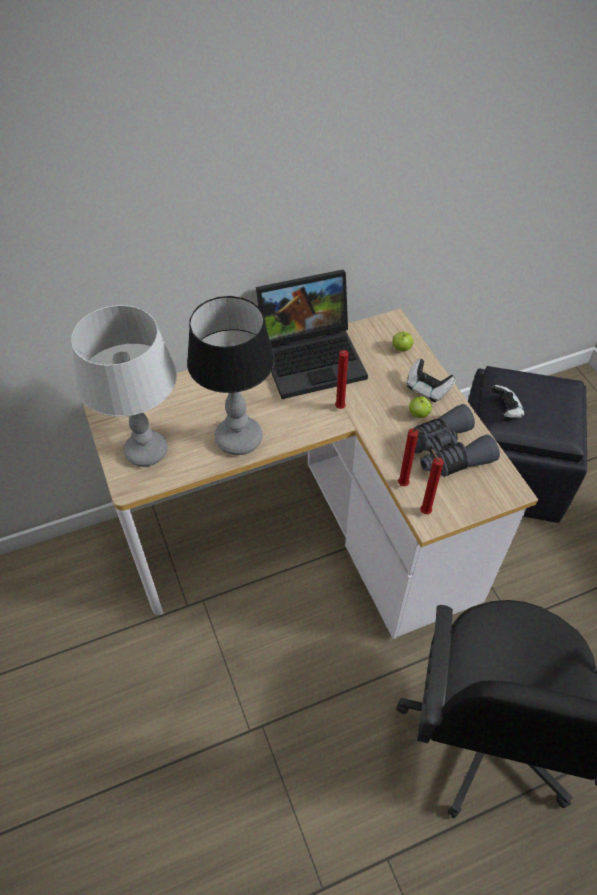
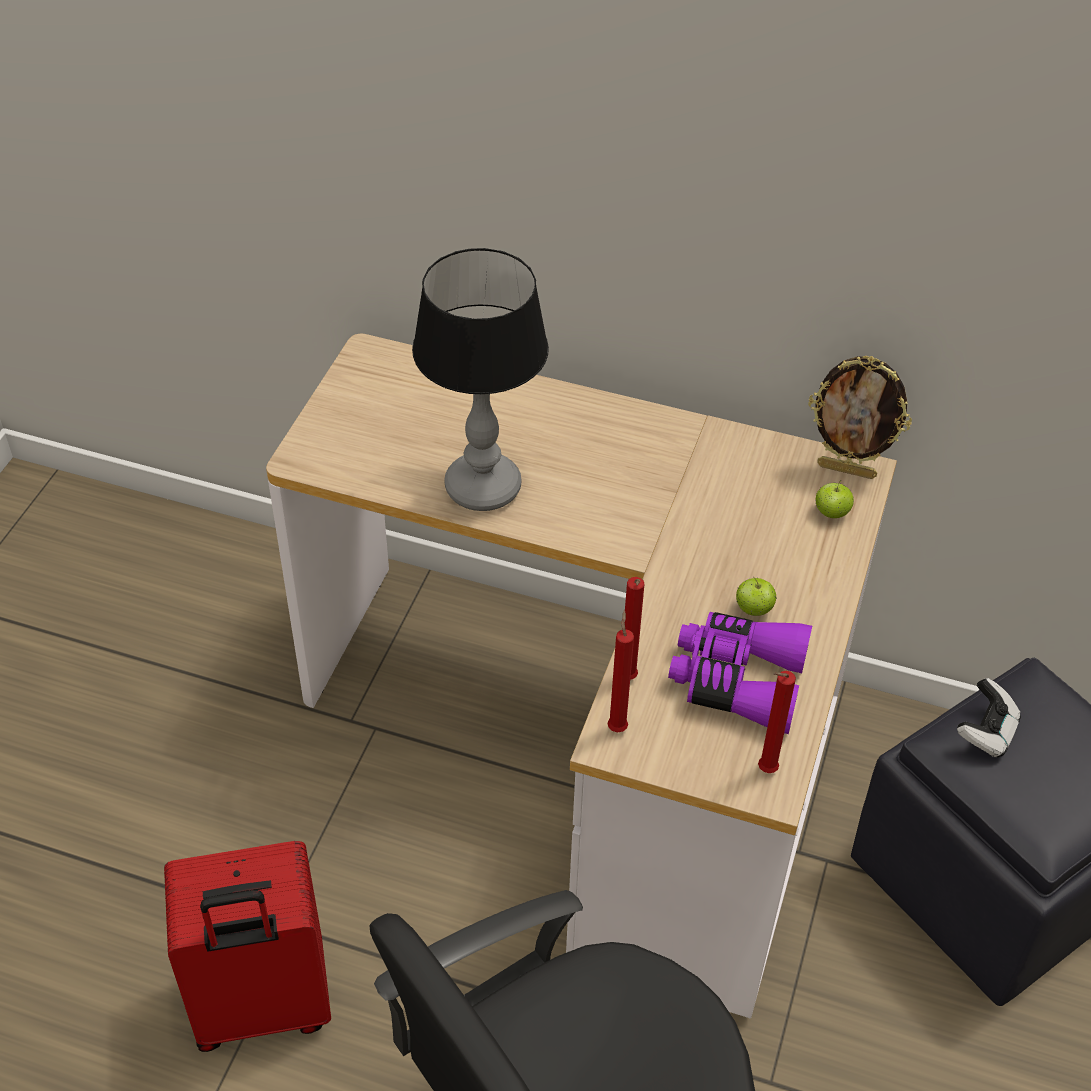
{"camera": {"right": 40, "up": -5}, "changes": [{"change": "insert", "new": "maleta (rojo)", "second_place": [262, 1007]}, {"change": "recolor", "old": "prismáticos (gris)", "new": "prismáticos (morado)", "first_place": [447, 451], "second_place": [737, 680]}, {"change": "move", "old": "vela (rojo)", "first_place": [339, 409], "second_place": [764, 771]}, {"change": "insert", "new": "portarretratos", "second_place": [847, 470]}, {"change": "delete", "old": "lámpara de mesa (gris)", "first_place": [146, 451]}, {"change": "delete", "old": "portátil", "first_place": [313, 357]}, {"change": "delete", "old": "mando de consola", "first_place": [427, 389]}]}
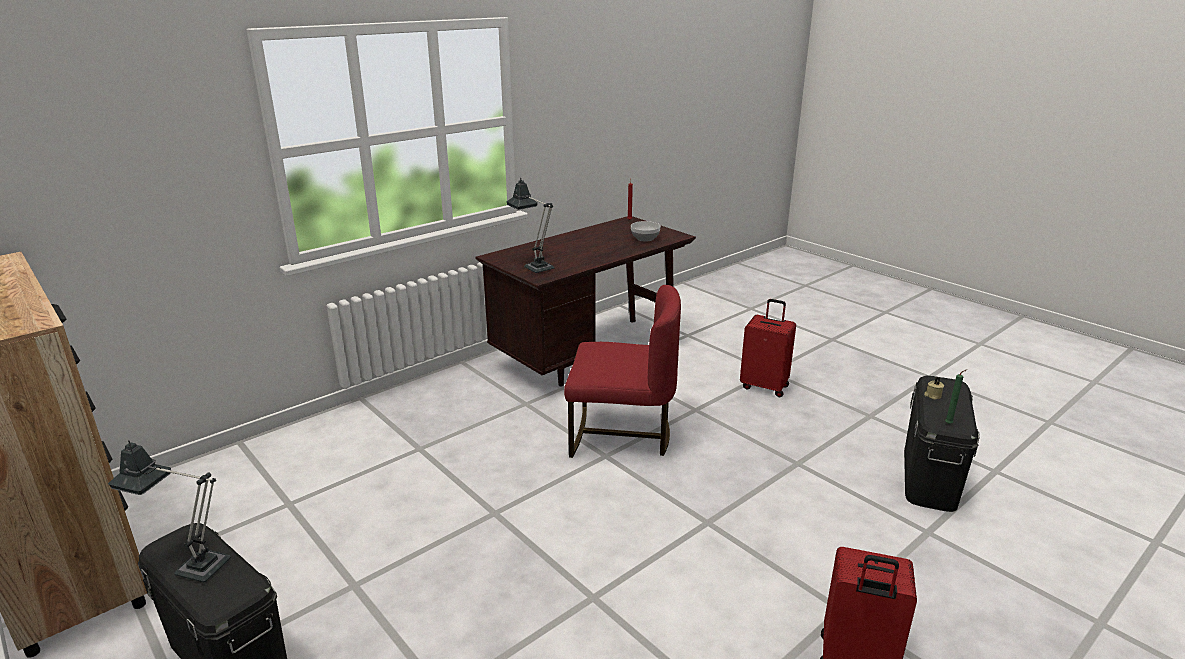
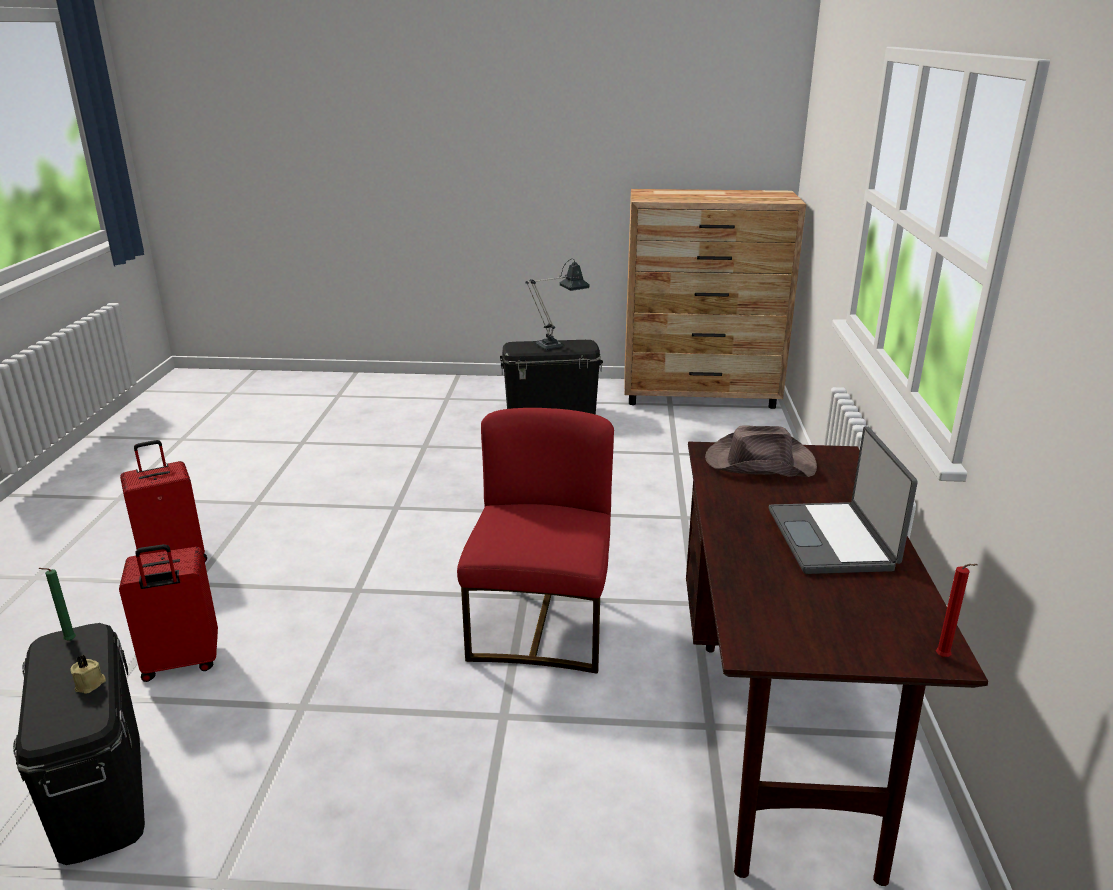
{"camera": {"right": 135, "up": 0}, "changes": [{"change": "move", "old": "maleta (rojo)", "first_place": [765, 386], "second_place": [181, 663]}, {"change": "rotate", "old": "silla (rojo)", "first_place": [621, 435], "second_place": [541, 626], "degrees": 135}, {"change": "replace", "old": "lámpara de mesa", "new": "sombrero (marrón)", "first_place": [535, 266], "second_place": [758, 462]}, {"change": "insert", "new": "portátil", "second_place": [833, 539]}, {"change": "delete", "old": "cuenco", "first_place": [644, 238]}]}
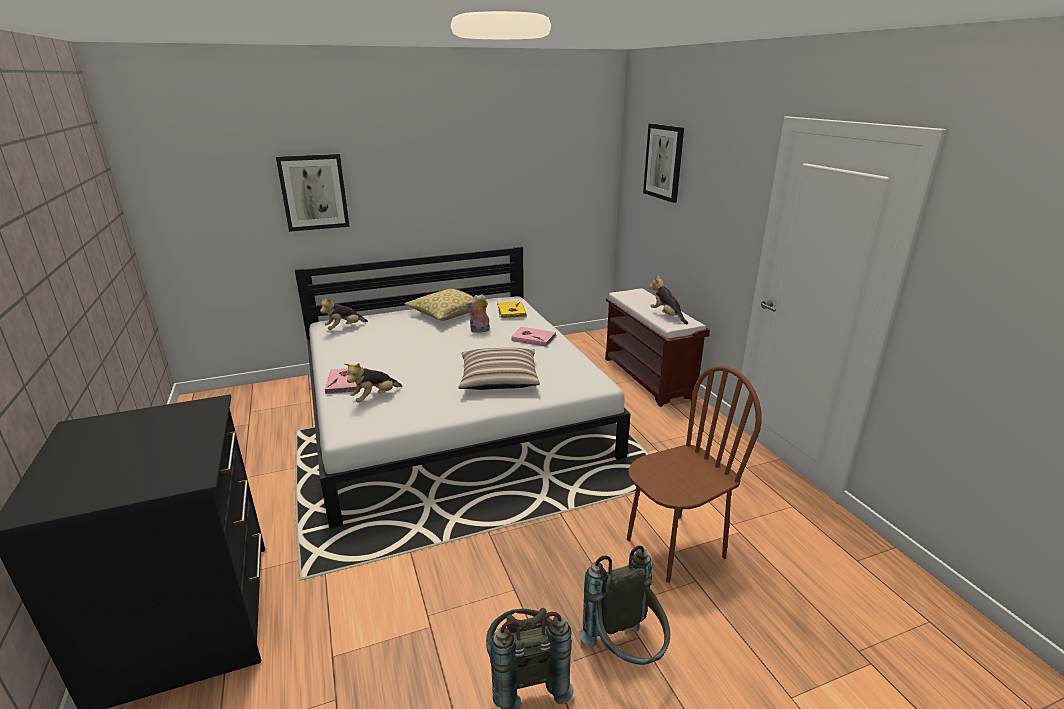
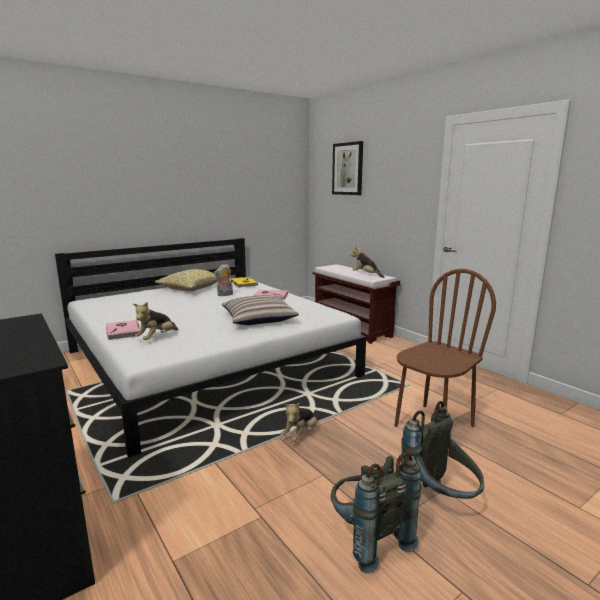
{"camera": {"right": -15, "up": -10}, "changes": [{"change": "move", "old": "peluche", "first_place": [344, 328], "second_place": [300, 435]}, {"change": "delete", "old": "cuadro", "first_place": [314, 192]}]}
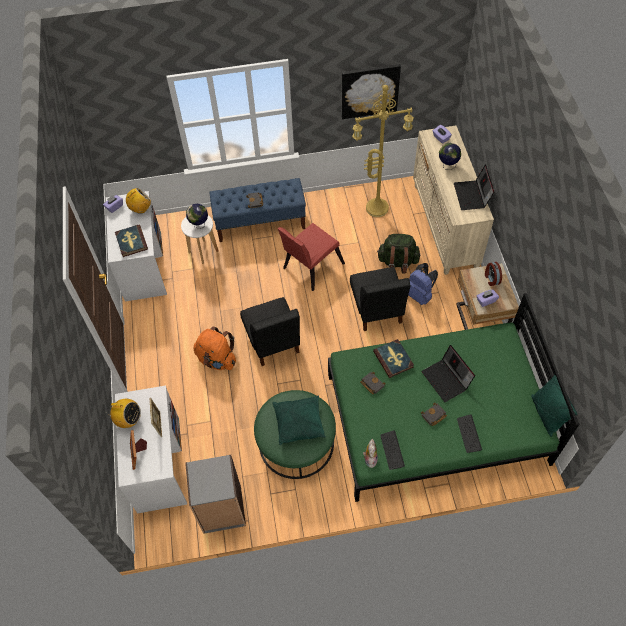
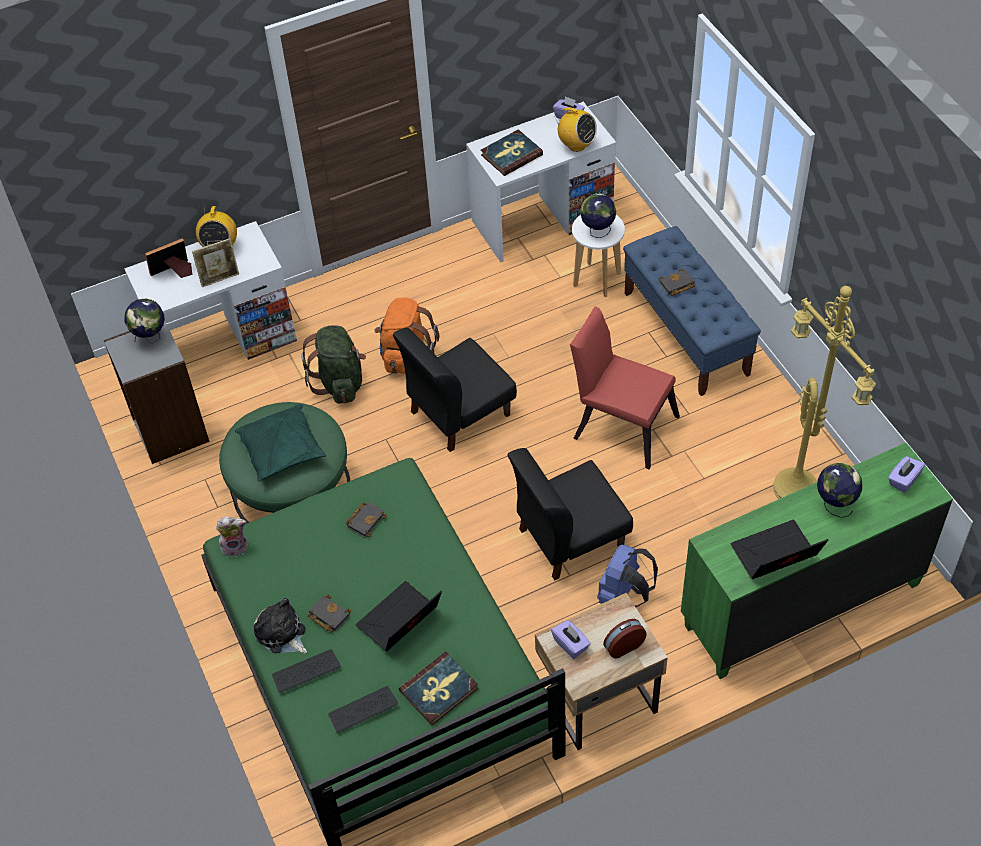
{"camera": {"right": 75, "up": -5}, "changes": [{"change": "insert", "new": "globo terráqueo", "second_place": [151, 338]}, {"change": "insert", "new": "peluche", "second_place": [282, 634]}, {"change": "move", "old": "mochila (verde)", "first_place": [397, 262], "second_place": [340, 382]}, {"change": "move", "old": "teclado", "first_place": [392, 450], "second_place": [363, 710]}, {"change": "move", "old": "libro", "first_place": [393, 359], "second_place": [439, 690]}, {"change": "recolor", "old": "cómoda (beis)", "new": "cómoda (verde)", "first_place": [444, 226], "second_place": [800, 604]}, {"change": "delete", "old": "cuadro", "first_place": [369, 91]}, {"change": "delete", "old": "cojín (verde)", "first_place": [546, 414]}]}
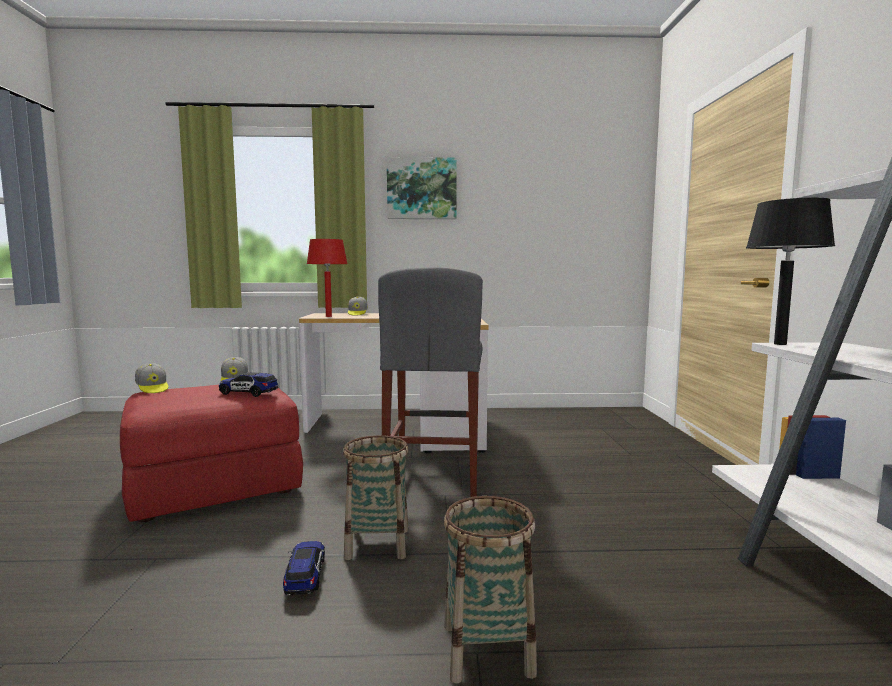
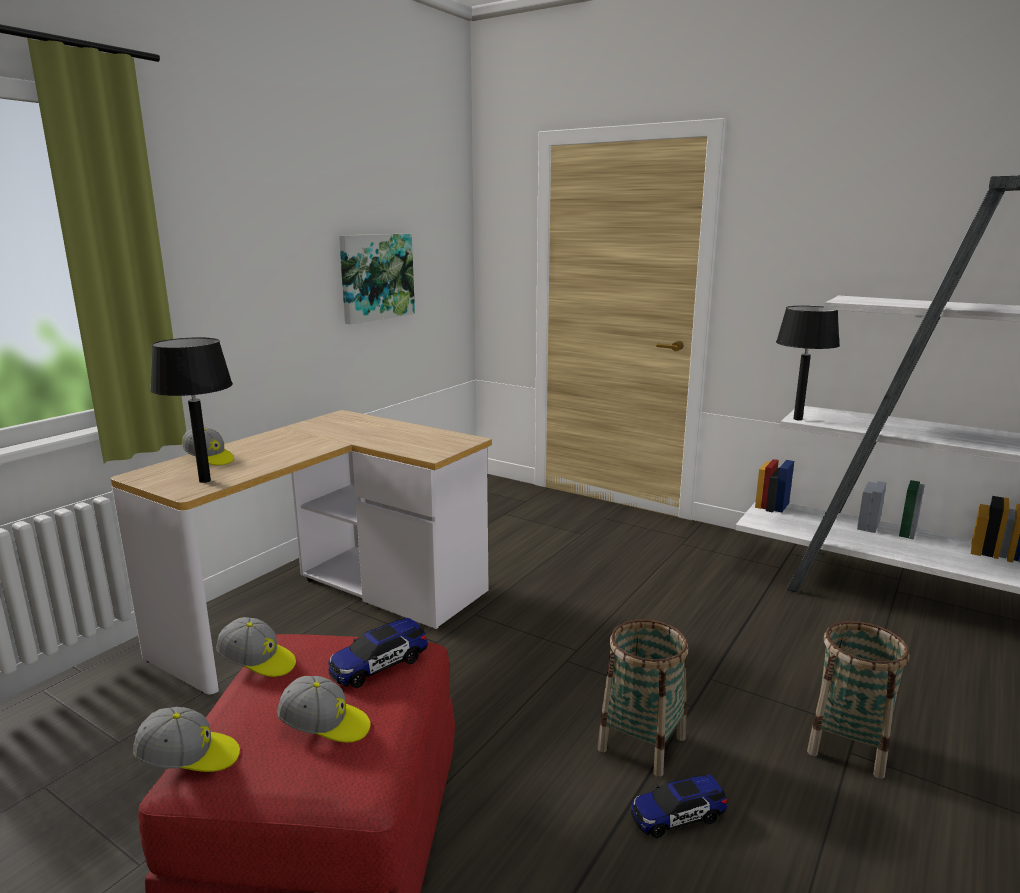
{"camera": {"right": -55, "up": 10}, "changes": [{"change": "recolor", "old": "lámpara de mesa (rojo)", "new": "lámpara de mesa (negro)", "first_place": [329, 316], "second_place": [204, 480]}, {"change": "insert", "new": "gorra", "second_place": [325, 726]}, {"change": "move", "old": "cuadro", "first_place": [421, 189], "second_place": [376, 277]}, {"change": "rotate", "old": "coche de juguete", "first_place": [305, 576], "second_place": [677, 816], "degrees": -45}, {"change": "delete", "old": "taburete (gris)", "first_place": [434, 479]}]}
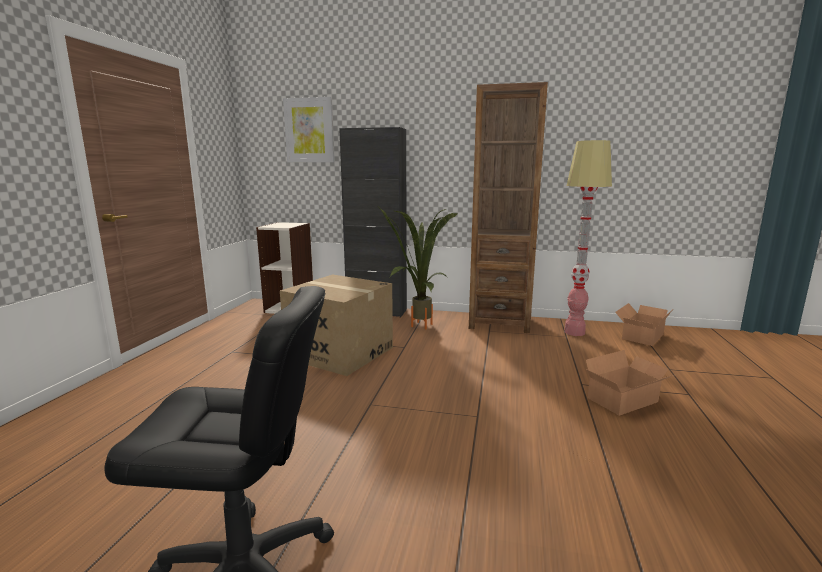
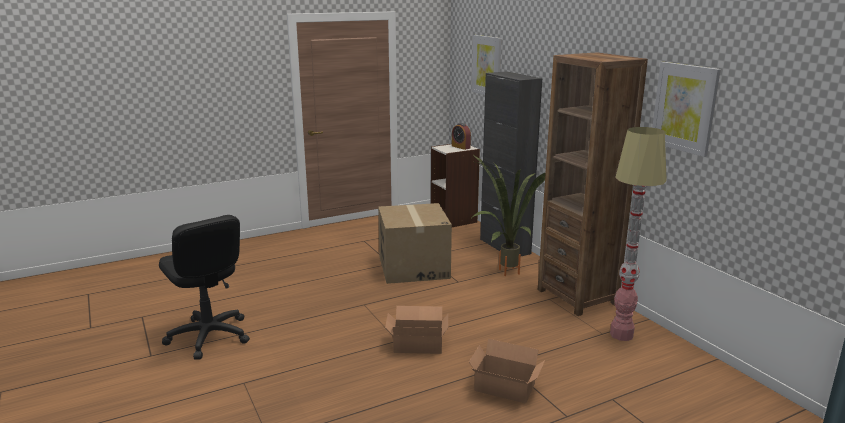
{"camera": {"right": 50, "up": 5}, "changes": [{"change": "move", "old": "caja de cartón", "first_place": [640, 336], "second_place": [417, 343]}, {"change": "insert", "new": "despertador", "second_place": [461, 147]}, {"change": "insert", "new": "cuadro", "second_place": [684, 107]}]}
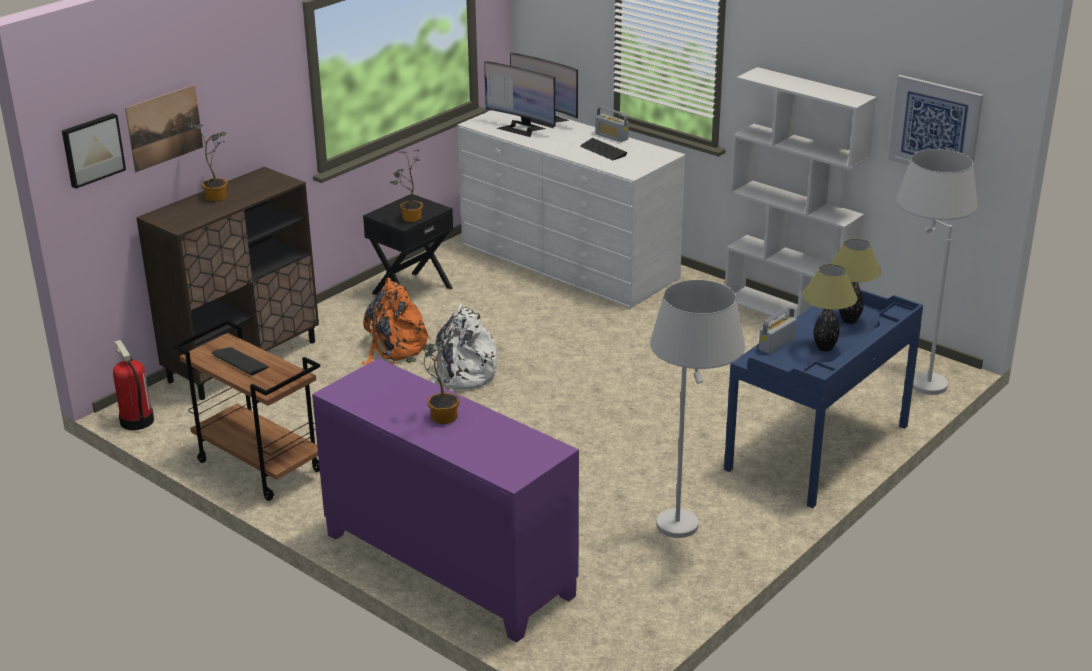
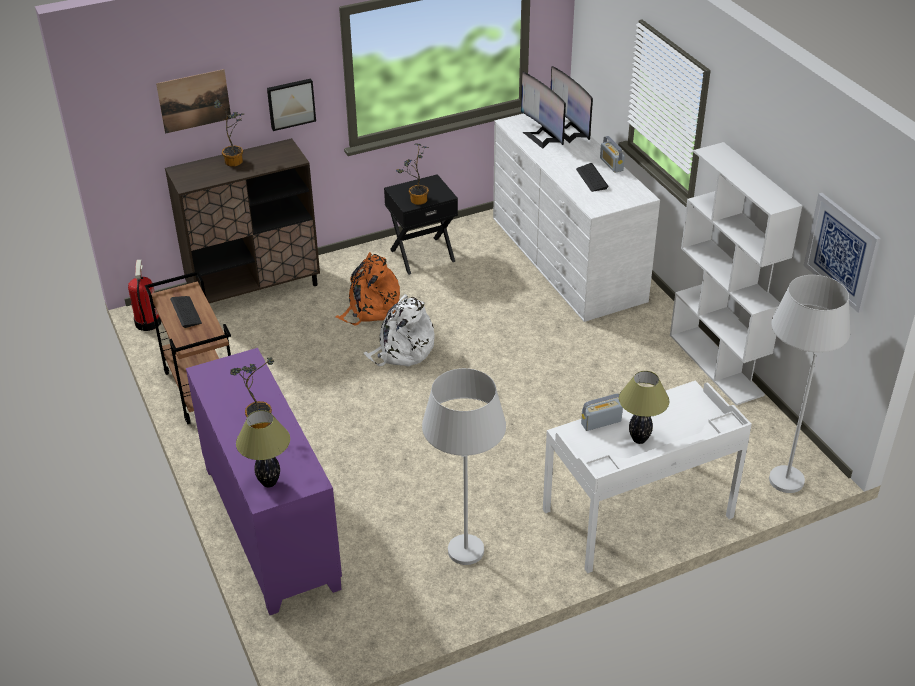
{"camera": {"right": 25, "up": 10}, "changes": [{"change": "move", "old": "lámpara de mesa", "first_place": [849, 320], "second_place": [269, 482]}, {"change": "move", "old": "cuadro", "first_place": [92, 149], "second_place": [291, 103]}, {"change": "recolor", "old": "escritorio (azul)", "new": "escritorio (blanco)", "first_place": [819, 448], "second_place": [638, 514]}]}
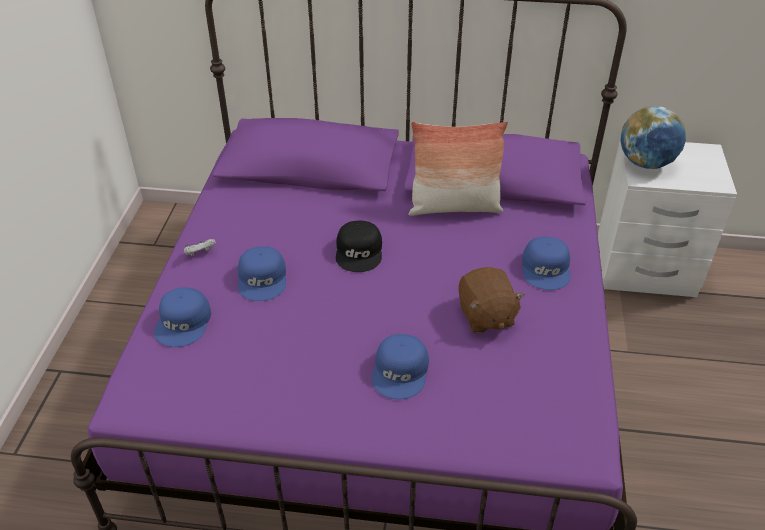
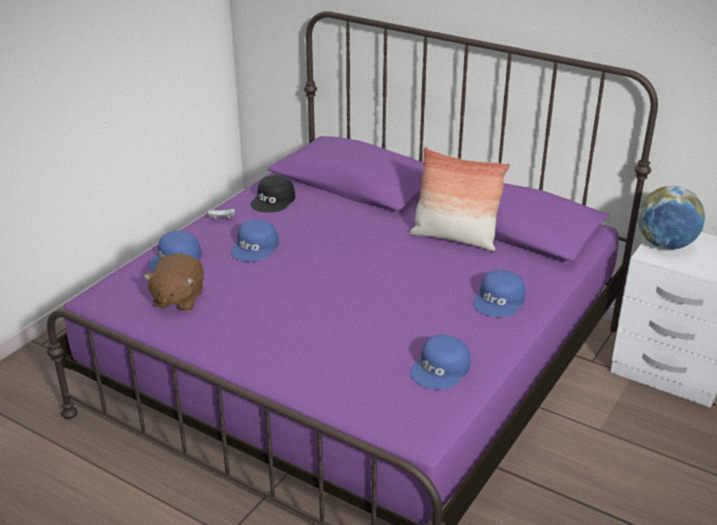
{"camera": {"right": 25, "up": -10}, "changes": [{"change": "move", "old": "peluche (marrón)", "first_place": [485, 316], "second_place": [178, 299]}, {"change": "move", "old": "gorra (negro)", "first_place": [360, 251], "second_place": [274, 201]}, {"change": "move", "old": "gorra (azul)", "first_place": [401, 371], "second_place": [441, 369]}]}
